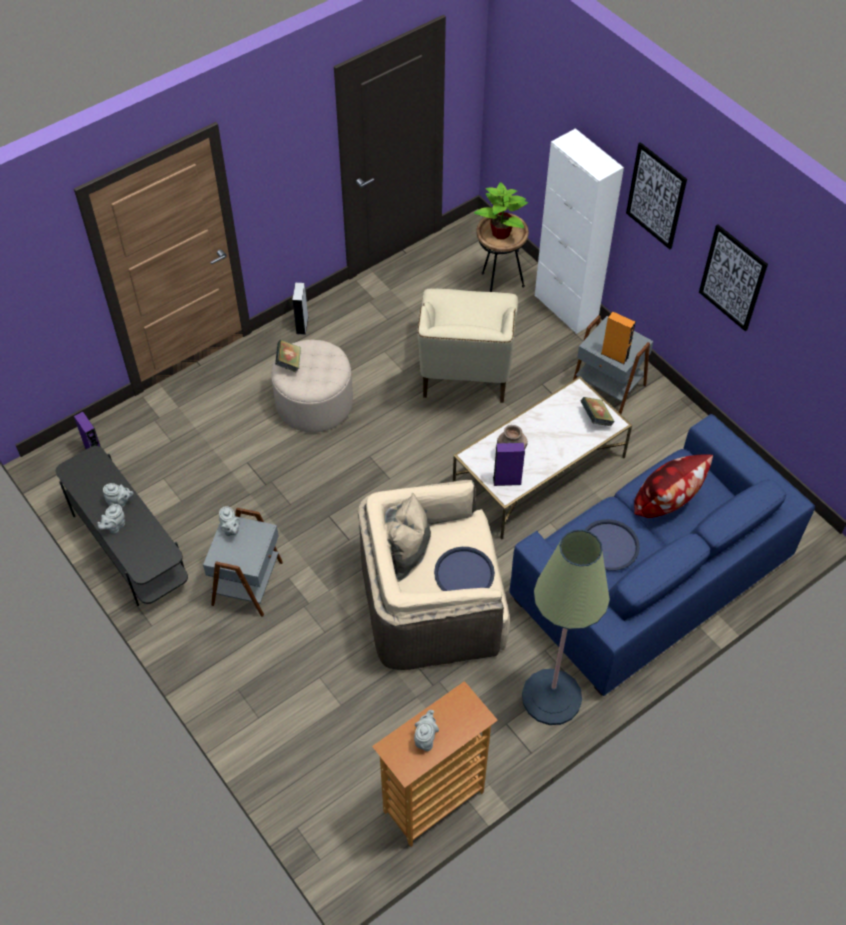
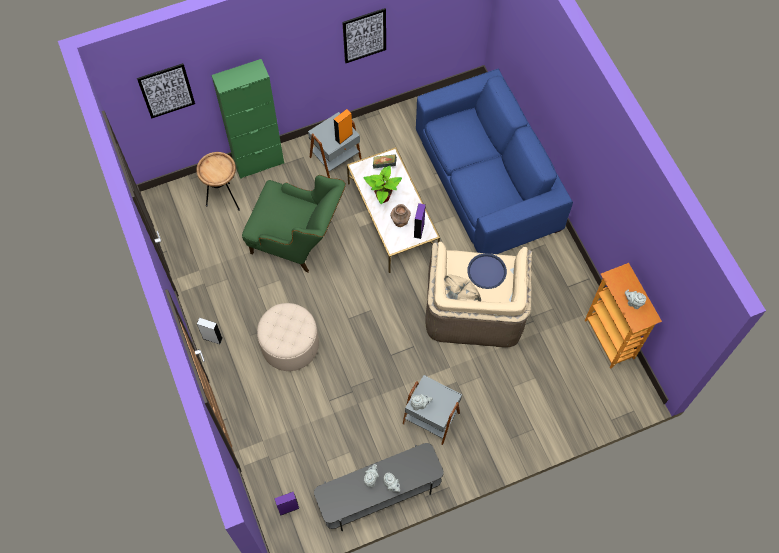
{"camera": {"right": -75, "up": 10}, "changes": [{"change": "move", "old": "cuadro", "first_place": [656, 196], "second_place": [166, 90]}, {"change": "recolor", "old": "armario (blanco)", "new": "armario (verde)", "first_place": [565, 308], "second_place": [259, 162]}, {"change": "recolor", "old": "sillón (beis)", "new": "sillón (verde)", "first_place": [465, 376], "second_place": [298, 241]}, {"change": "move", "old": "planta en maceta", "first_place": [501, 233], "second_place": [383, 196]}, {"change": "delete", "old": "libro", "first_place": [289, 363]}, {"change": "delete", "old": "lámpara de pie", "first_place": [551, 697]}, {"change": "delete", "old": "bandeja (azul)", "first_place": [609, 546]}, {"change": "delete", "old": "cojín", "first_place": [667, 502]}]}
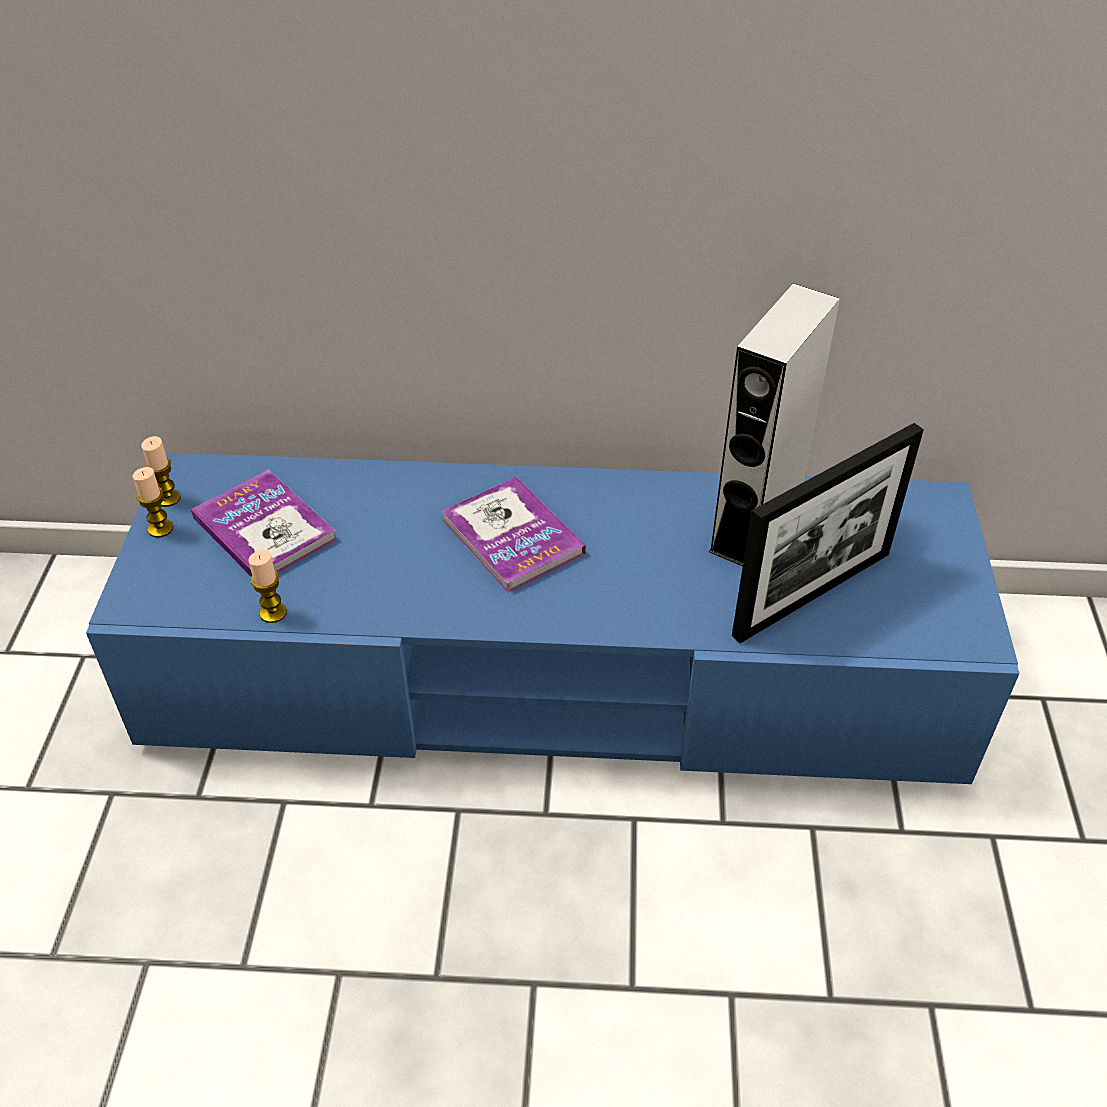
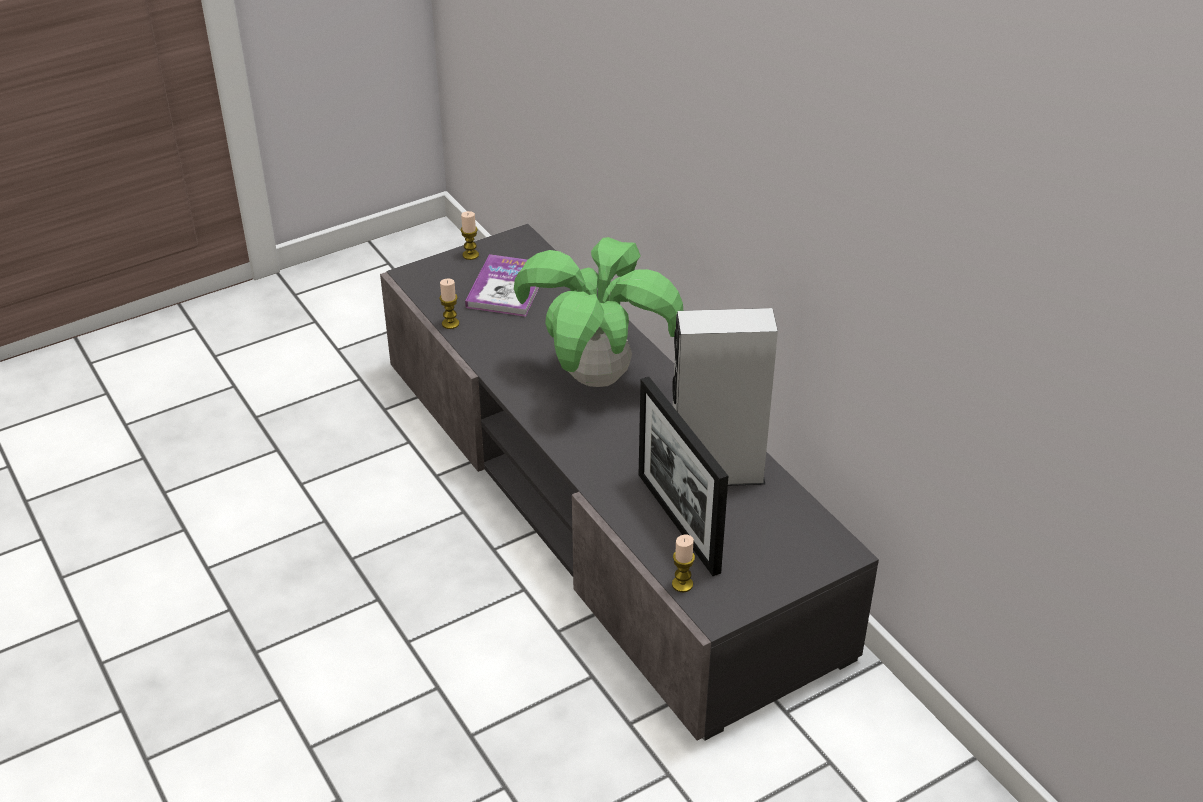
{"camera": {"right": 55, "up": -5}, "changes": [{"change": "recolor", "old": "mueble de televisión (azul)", "new": "mueble de televisión (gris)", "first_place": [553, 674], "second_place": [601, 500]}, {"change": "replace", "old": "libro", "new": "planta en maceta", "first_place": [512, 536], "second_place": [596, 378]}, {"change": "rotate", "old": "portarretratos", "first_place": [812, 594], "second_place": [678, 522], "degrees": 45}, {"change": "move", "old": "vela", "first_place": [168, 498], "second_place": [682, 584]}]}
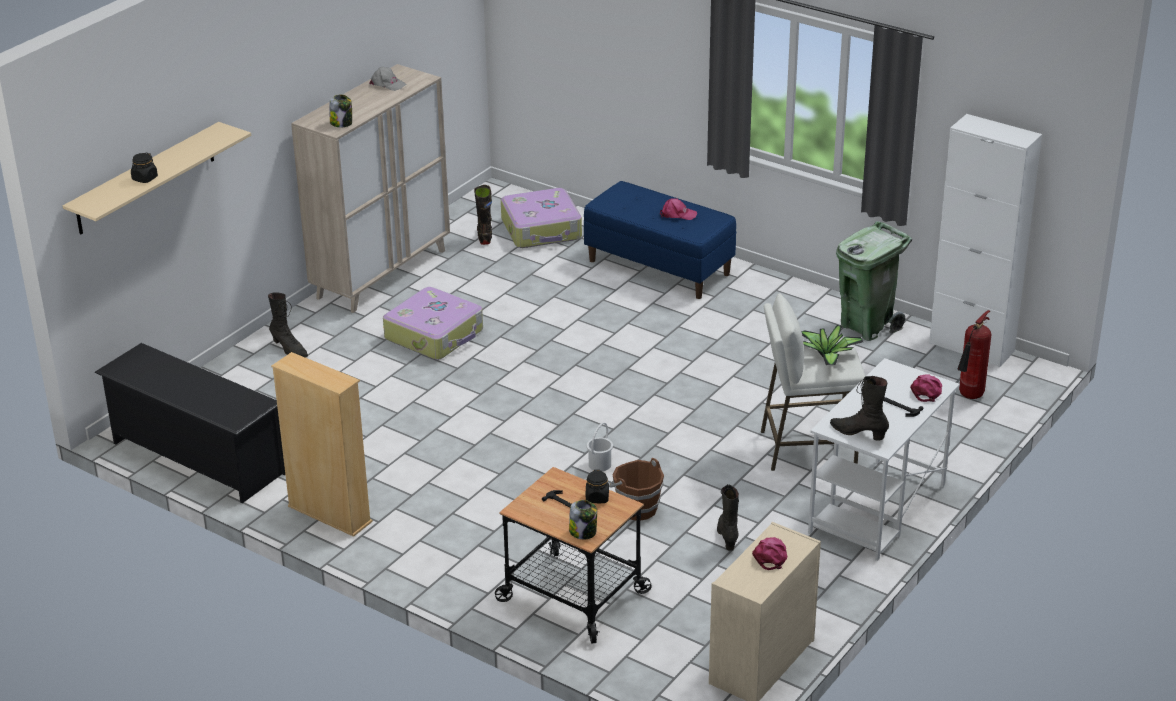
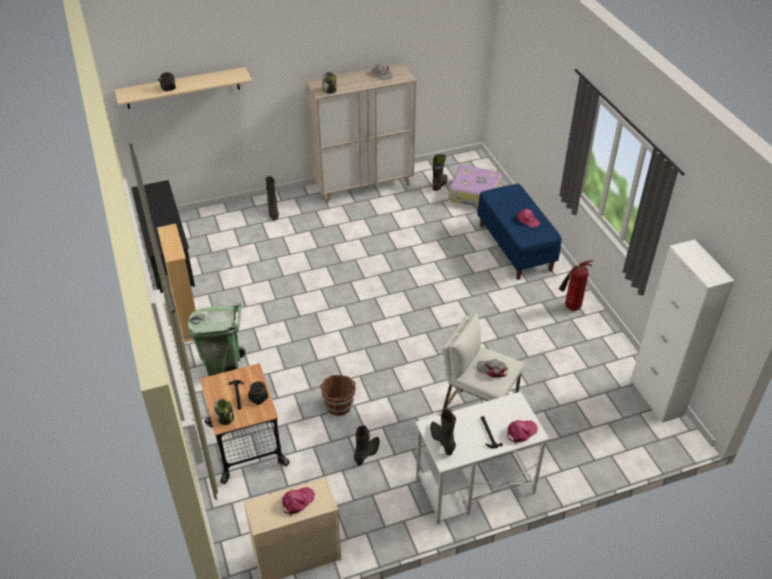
{"camera": {"right": 35, "up": 10}, "changes": [{"change": "move", "old": "papelera (verde)", "first_place": [867, 326], "second_place": [225, 369]}, {"change": "replace", "old": "planta en maceta", "new": "gorra (gris)", "first_place": [828, 356], "second_place": [492, 370]}, {"change": "move", "old": "extintor", "first_place": [969, 397], "second_place": [570, 307]}, {"change": "delete", "old": "maleta", "first_place": [435, 335]}, {"change": "delete", "old": "cubo (blanco)", "first_place": [599, 464]}]}
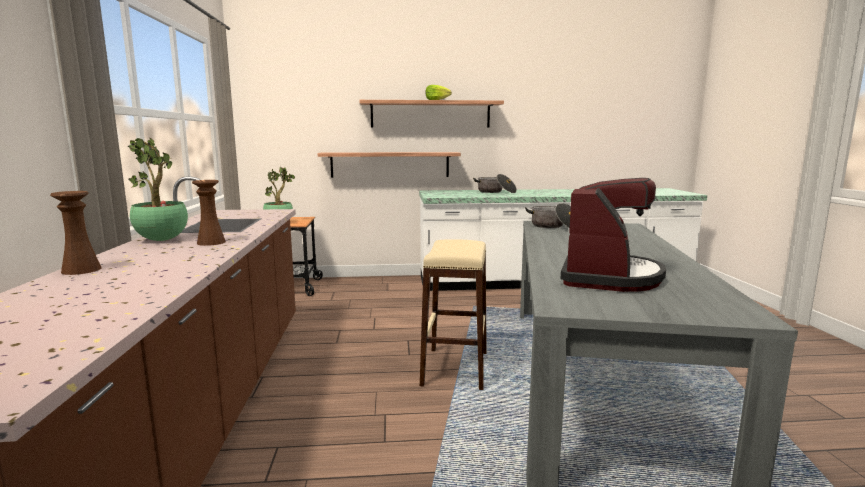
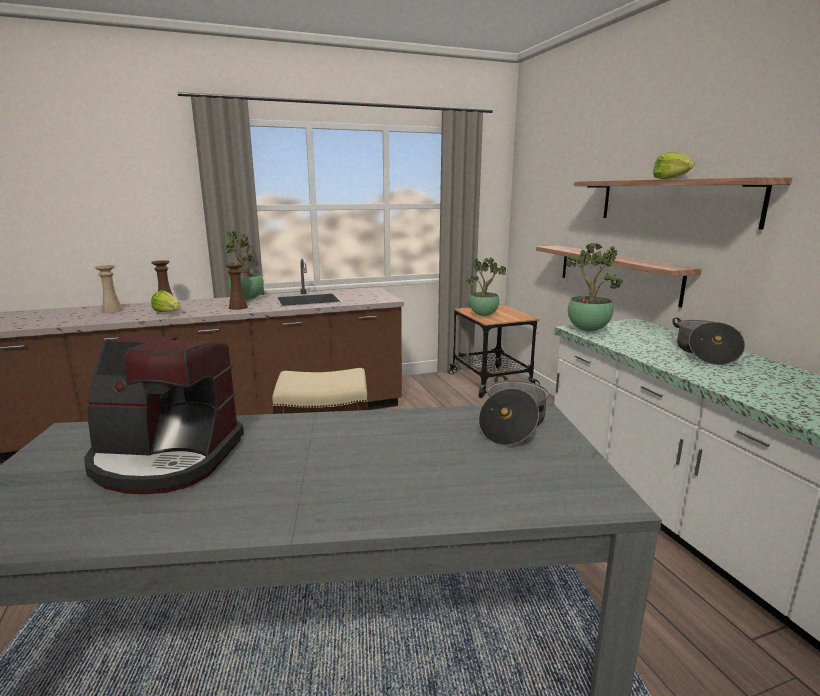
{"camera": {"right": 75, "up": 5}, "changes": [{"change": "insert", "new": "florero (beis)", "second_place": [112, 310]}, {"change": "insert", "new": "lechuga", "second_place": [168, 313]}, {"change": "insert", "new": "planta en maceta", "second_place": [586, 330]}]}
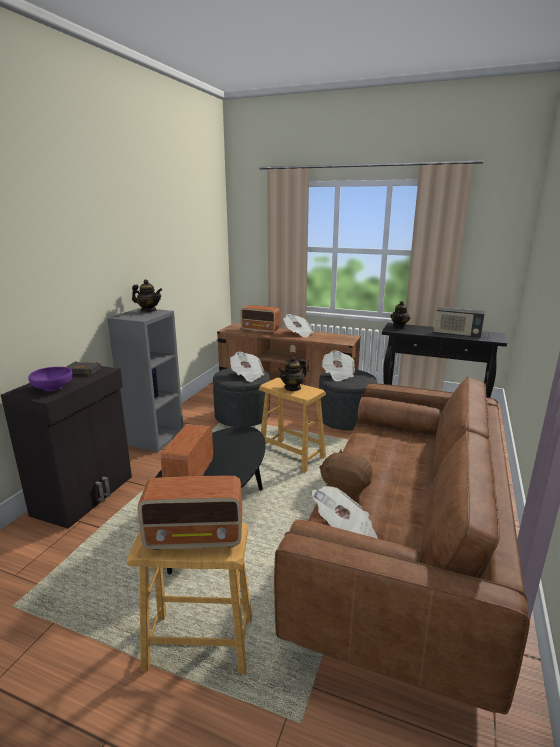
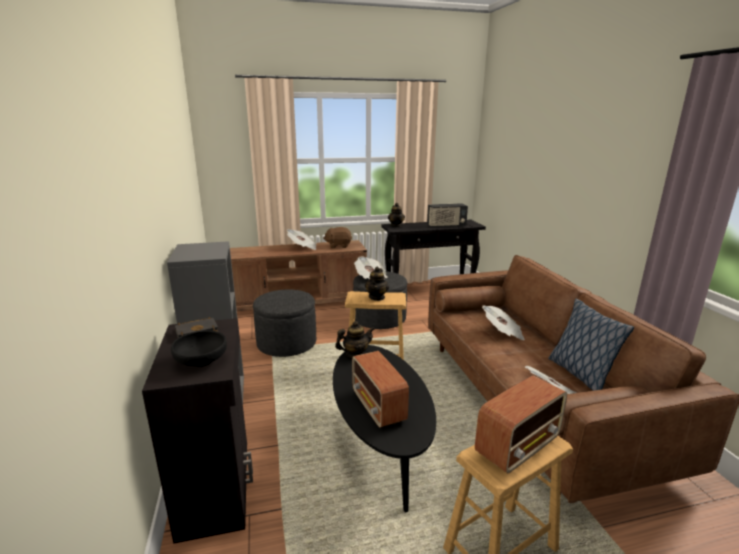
{"camera": {"right": -35, "up": 0}, "changes": [{"change": "recolor", "old": "cuenco (morado)", "new": "cuenco (negro)", "first_place": [53, 388], "second_place": [201, 361]}, {"change": "move", "old": "peluche (marrón)", "first_place": [345, 488], "second_place": [338, 246]}, {"change": "move", "old": "tetera", "first_place": [148, 310], "second_place": [355, 354]}, {"change": "move", "old": "periódico", "first_place": [247, 375], "second_place": [503, 333]}, {"change": "insert", "new": "cojín", "second_place": [579, 374]}, {"change": "delete", "old": "radio", "first_place": [261, 330]}]}
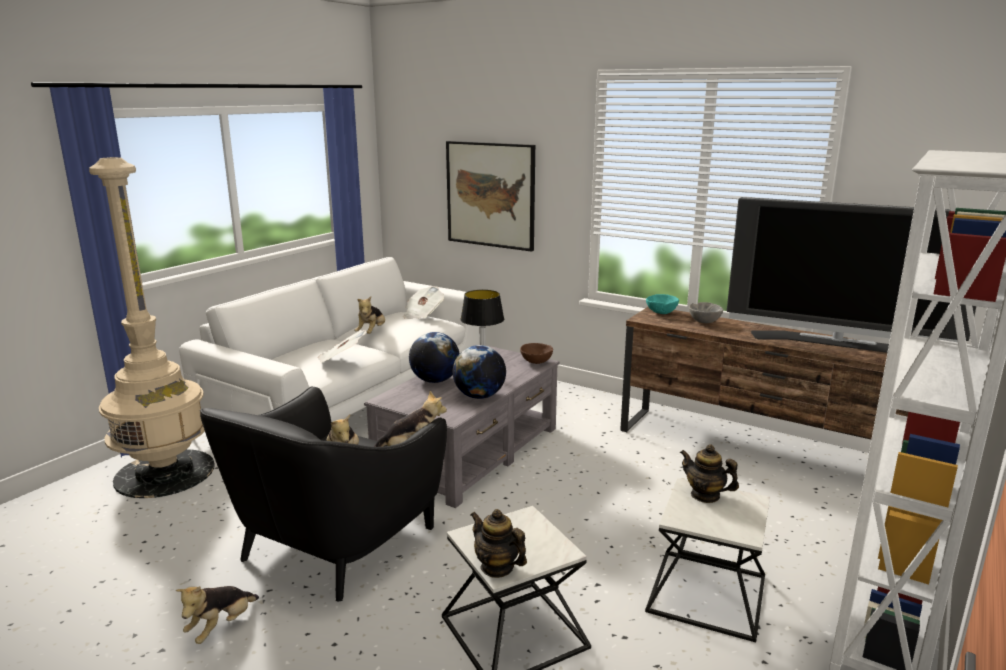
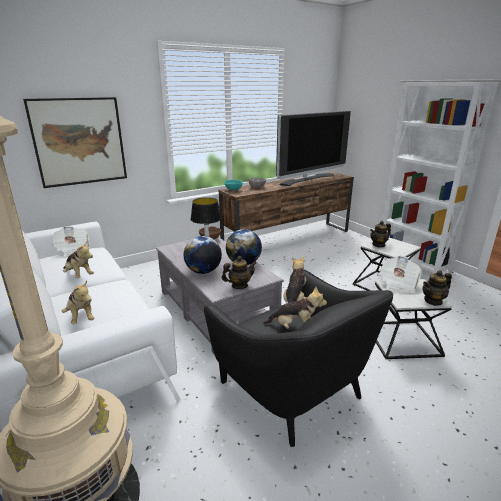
{"camera": {"right": -65, "up": 5}, "changes": [{"change": "move", "old": "peluche", "first_place": [221, 627], "second_place": [81, 317]}, {"change": "insert", "new": "tetera", "second_place": [239, 285]}, {"change": "move", "old": "periódico", "first_place": [341, 359], "second_place": [397, 285]}]}
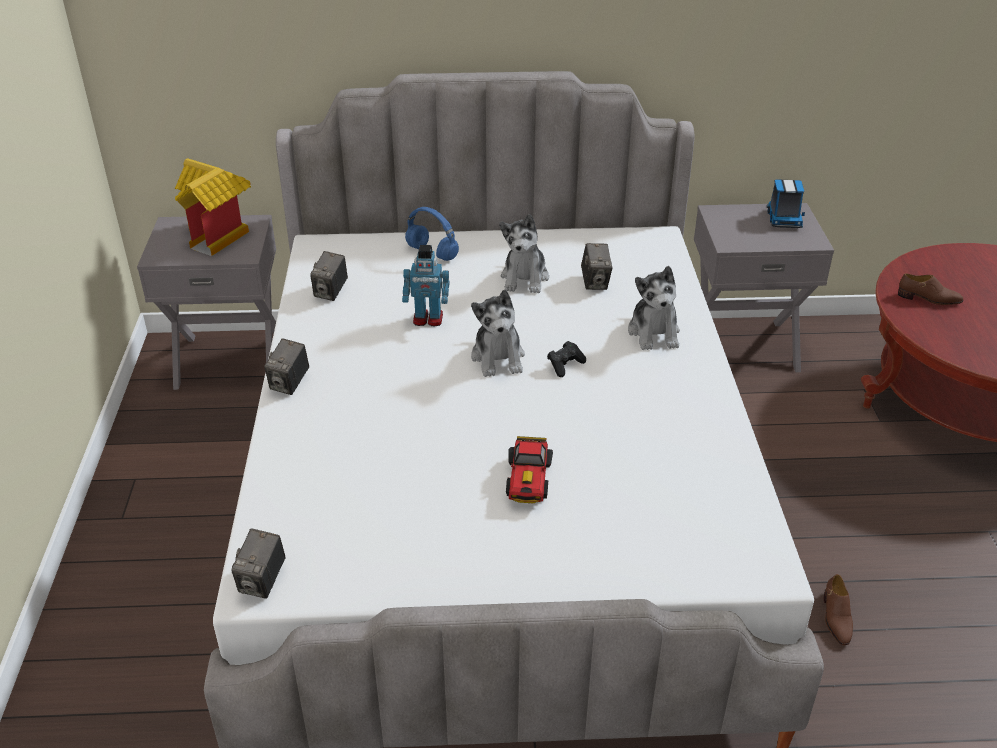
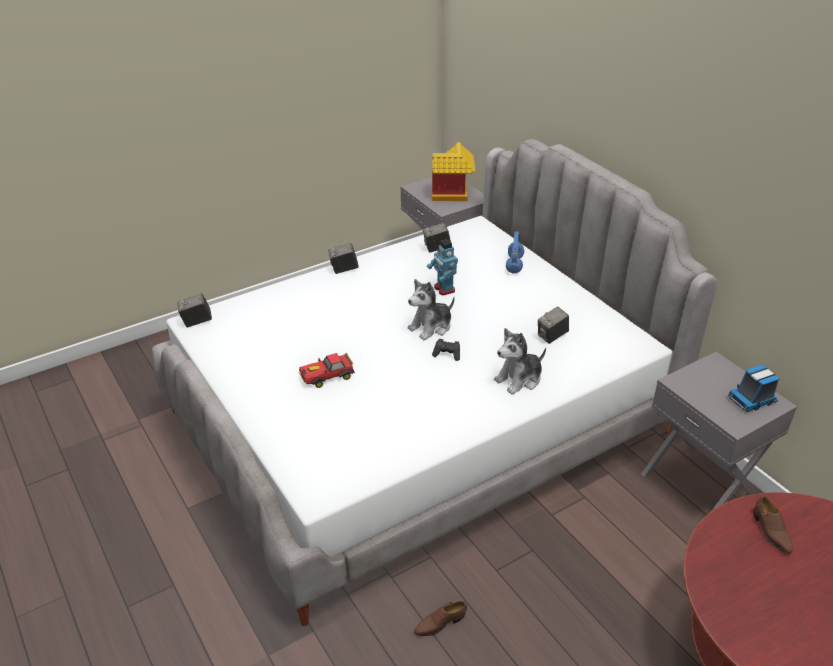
{"camera": {"right": 60, "up": 0}, "changes": [{"change": "delete", "old": "peluche", "first_place": [525, 278]}]}
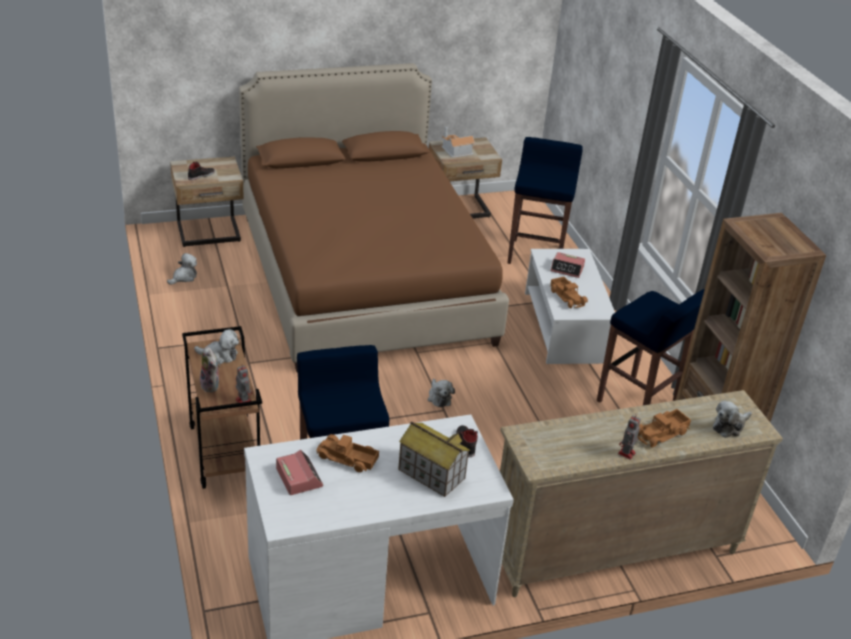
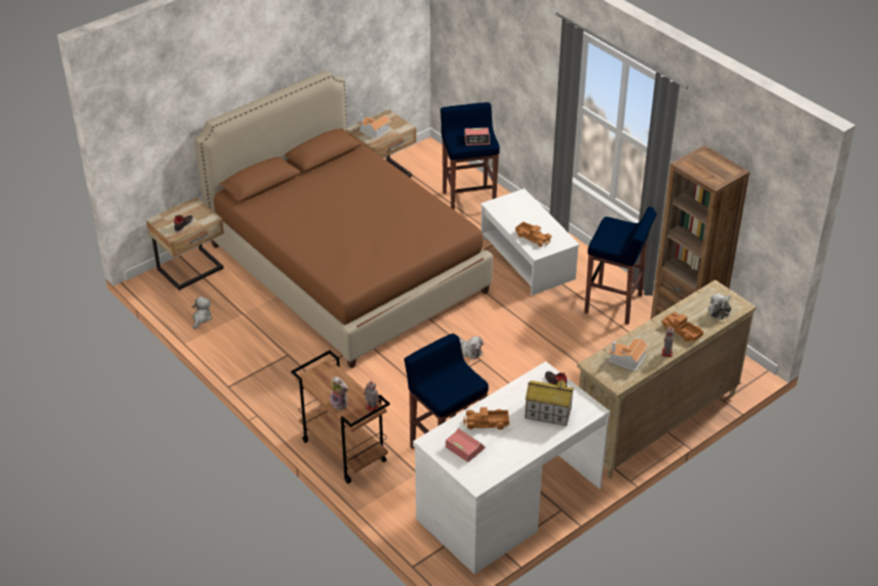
{"camera": {"right": -20, "up": 5}, "changes": [{"change": "move", "old": "despertador", "first_place": [567, 269], "second_place": [477, 140]}, {"change": "insert", "new": "casita", "second_place": [627, 360]}, {"change": "rotate", "old": "camión de juguete", "first_place": [662, 434], "second_place": [681, 331], "degrees": 105}, {"change": "delete", "old": "peluche", "first_place": [220, 355]}]}
